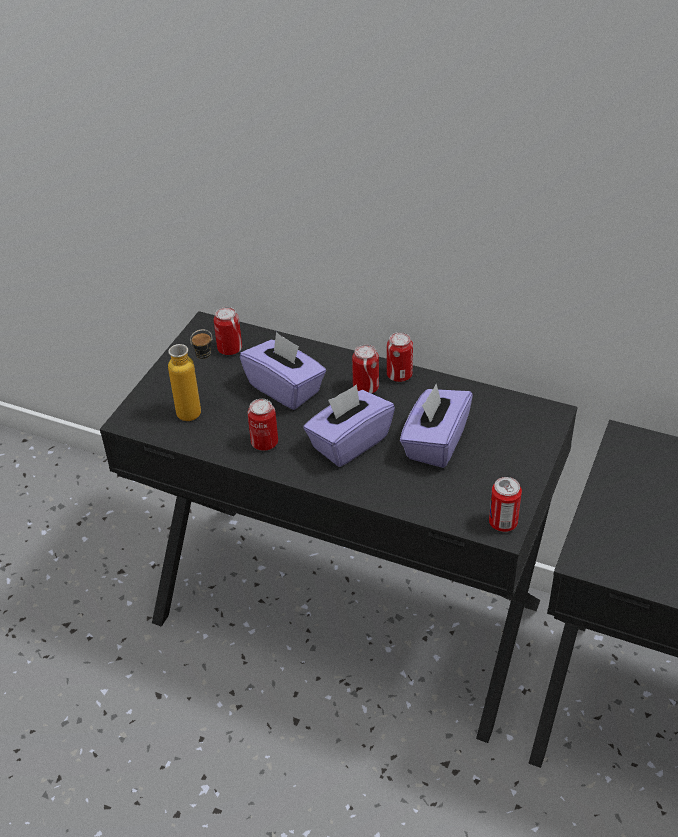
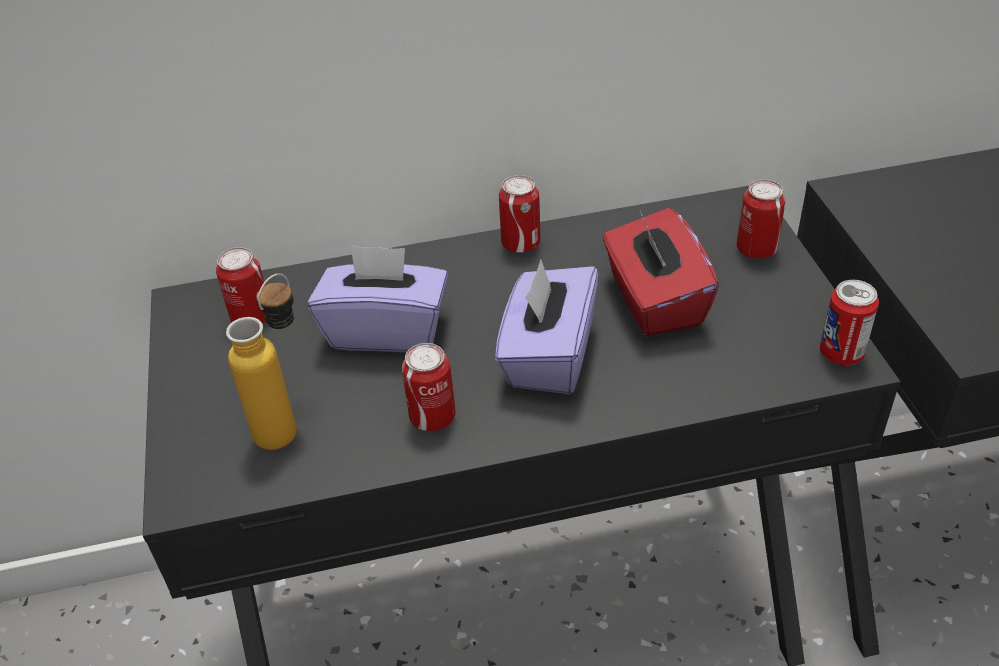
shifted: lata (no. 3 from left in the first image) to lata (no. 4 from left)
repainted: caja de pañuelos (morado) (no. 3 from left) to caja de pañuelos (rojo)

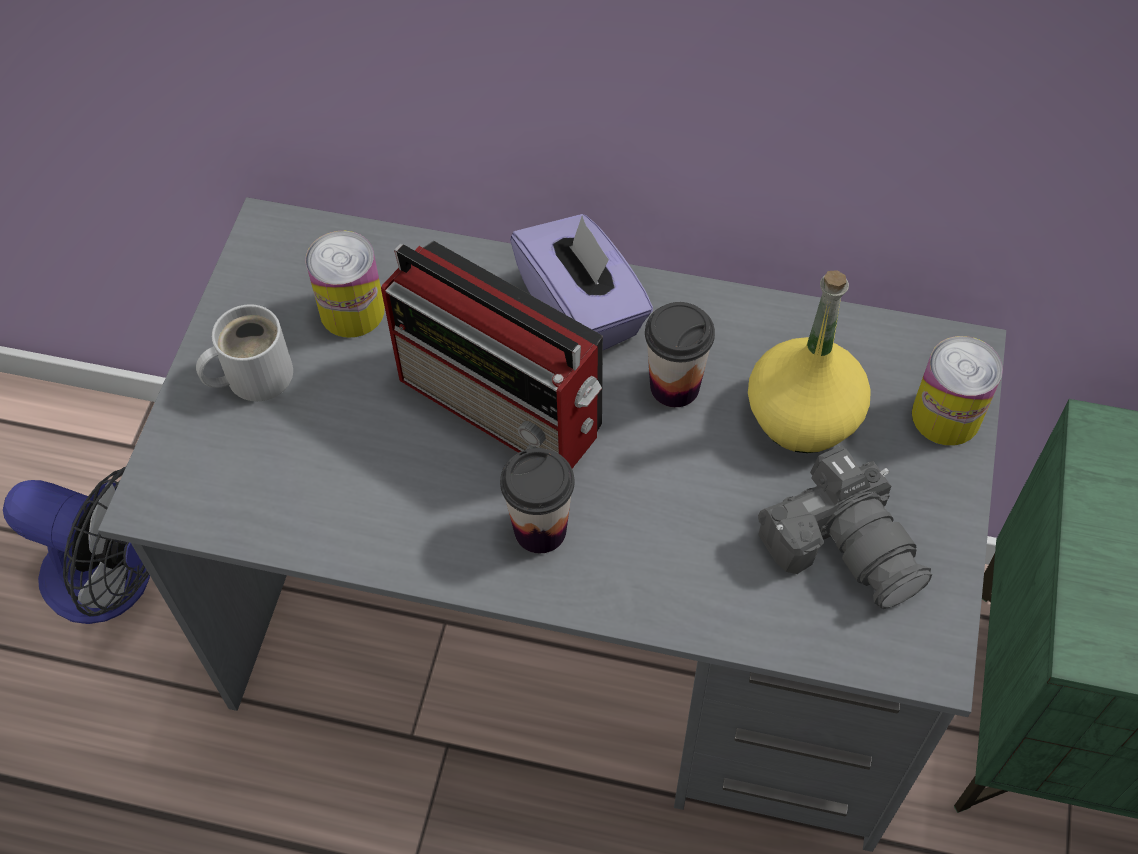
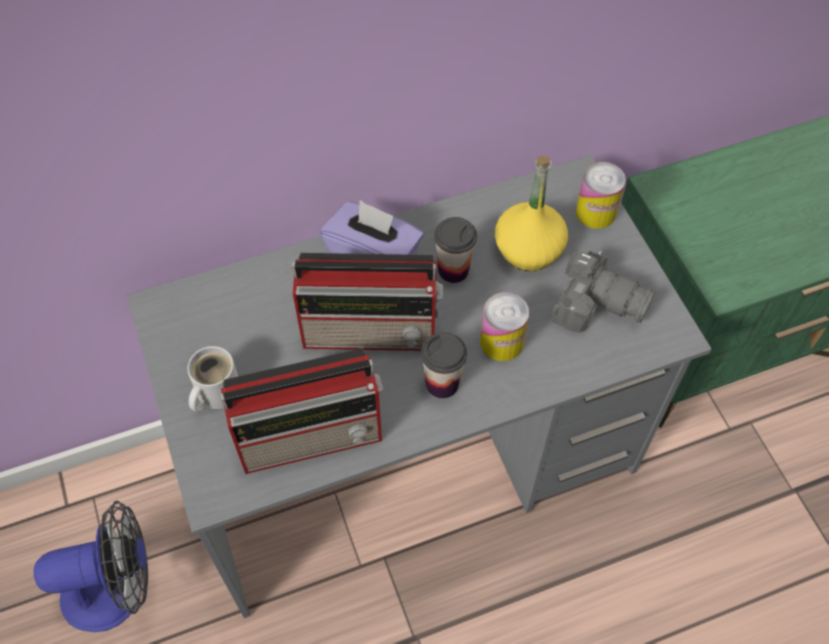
new: radio (no. 1 from left)
shifted: lata (no. 1 from left)

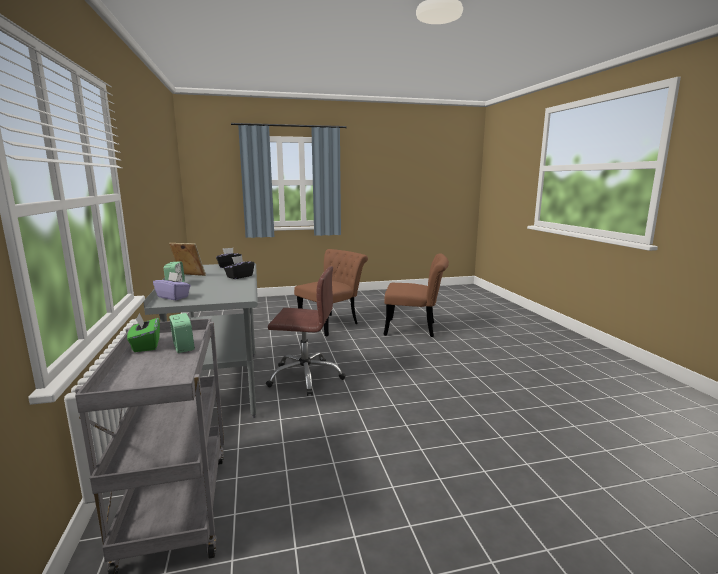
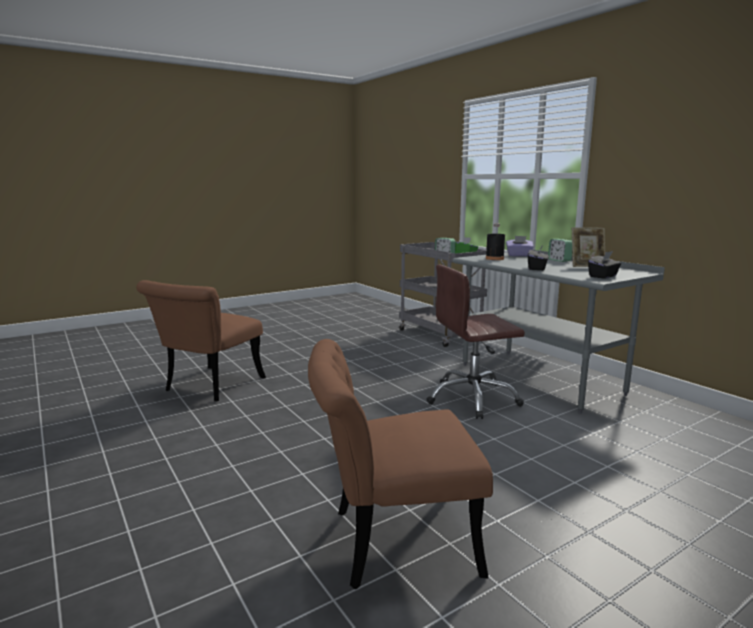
new: botella (negro)
shifted: silla (marrón) (no. 1 from left)

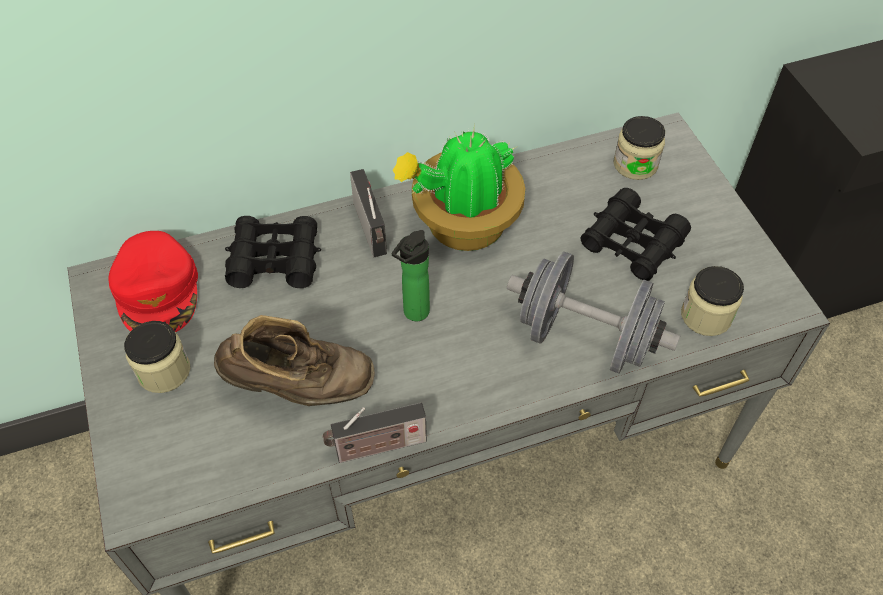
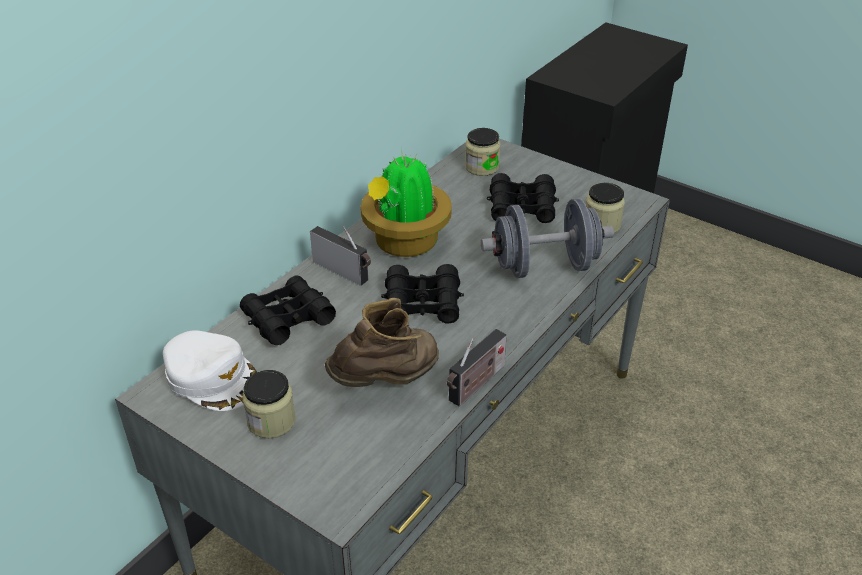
swapped: botella to prismáticos (negro) (no. 2 from left)
repainted: gorra (rojo) to gorra (blanco)

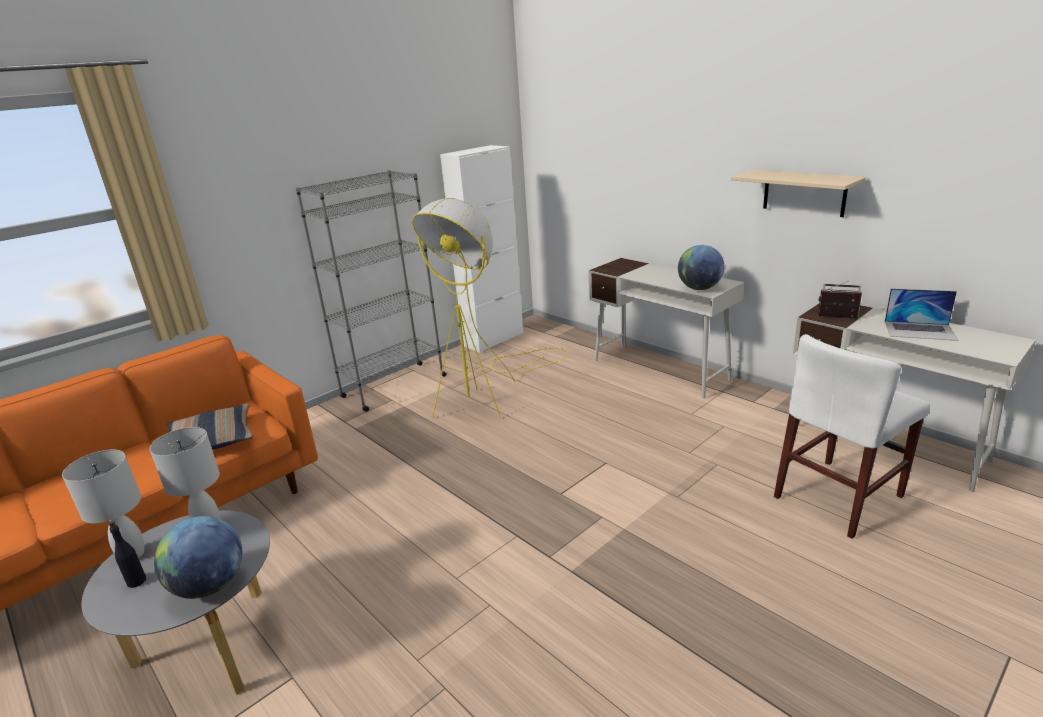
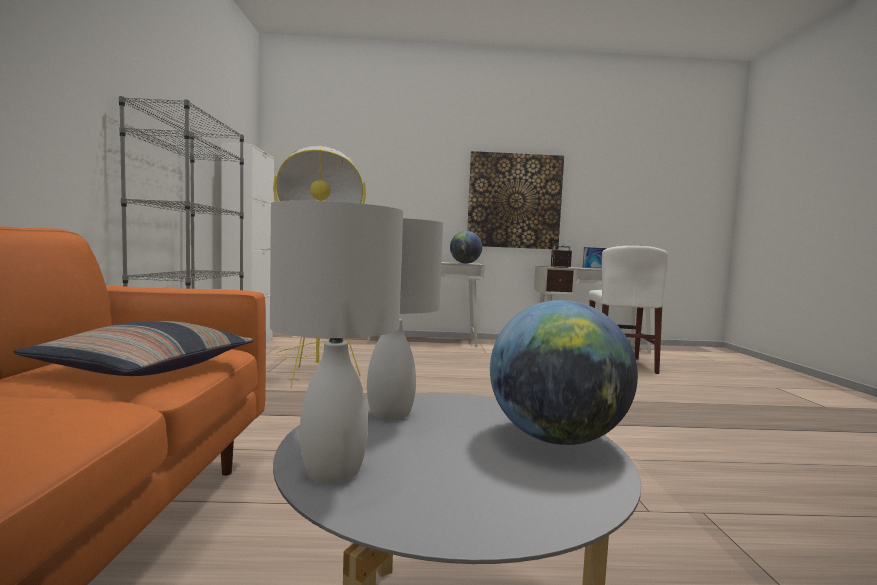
gone: botella (negro)
swapped: estante (beis) to cuadro

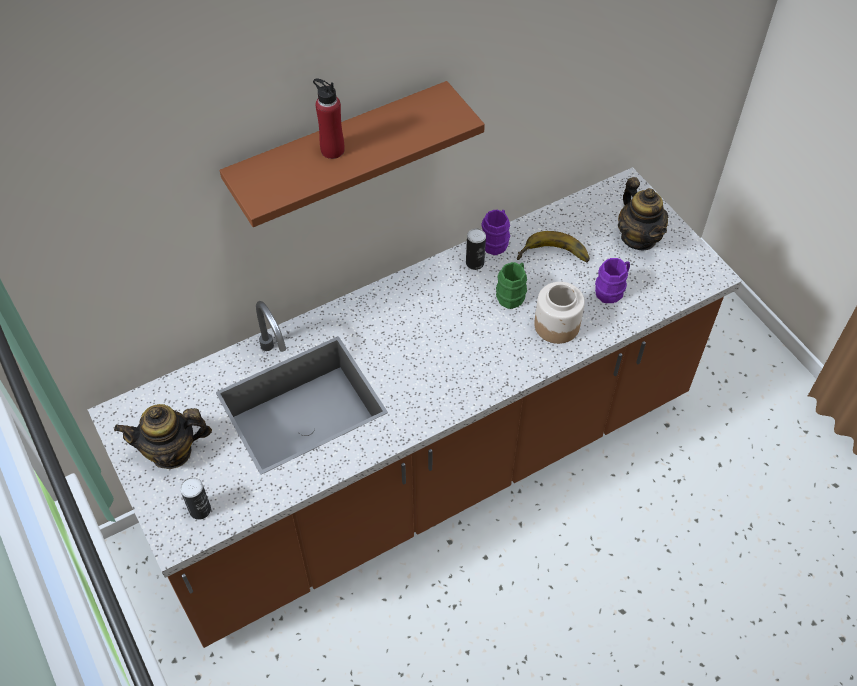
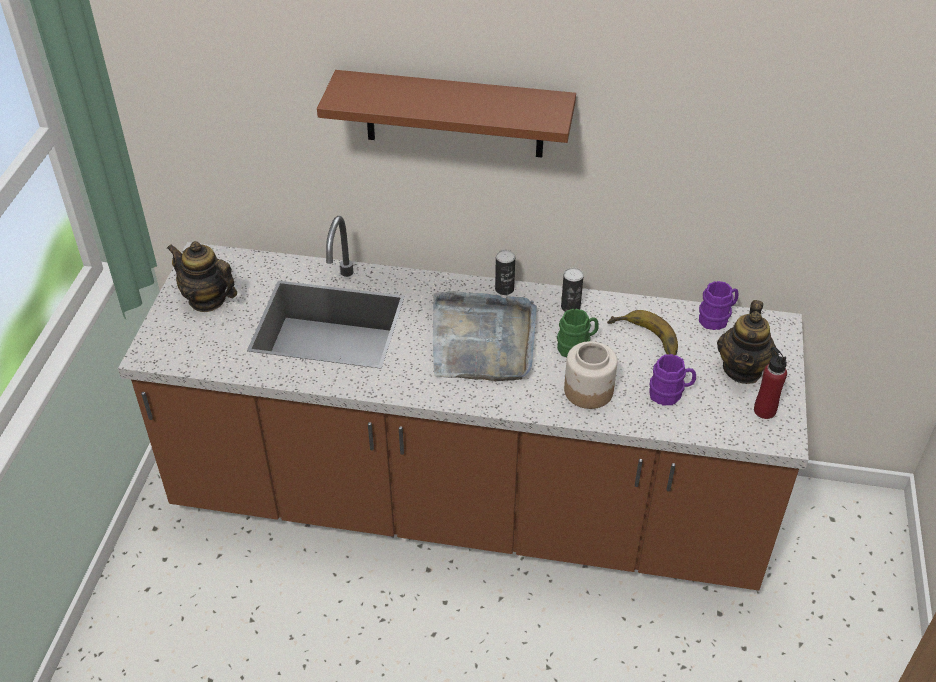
new: bandeja (gris)
shifted: botella (rojo); taza grande (morado) (no. 1 from left in the first image) to taza grande (morado) (no. 2 from left); lata (no. 1 from left)

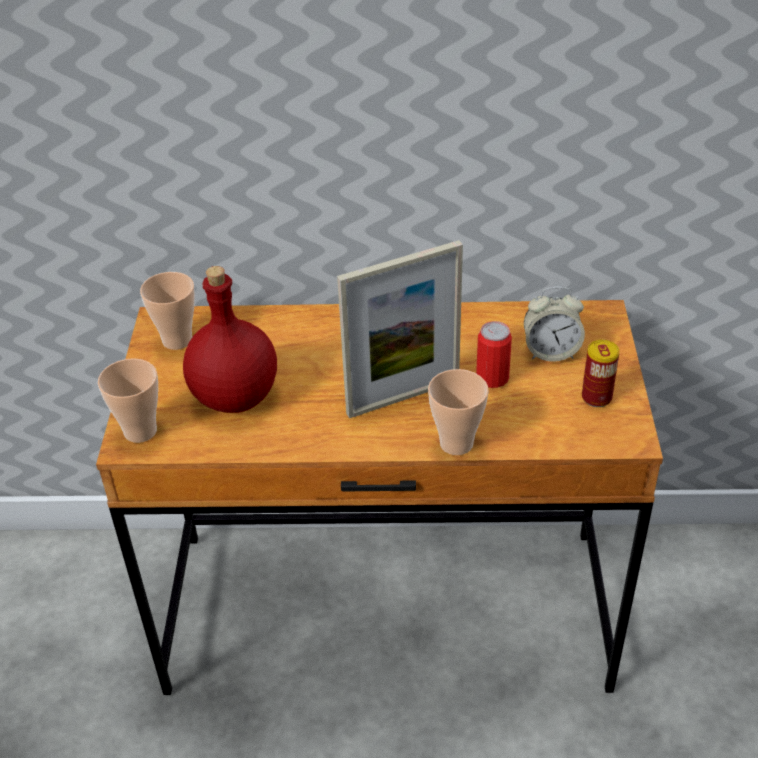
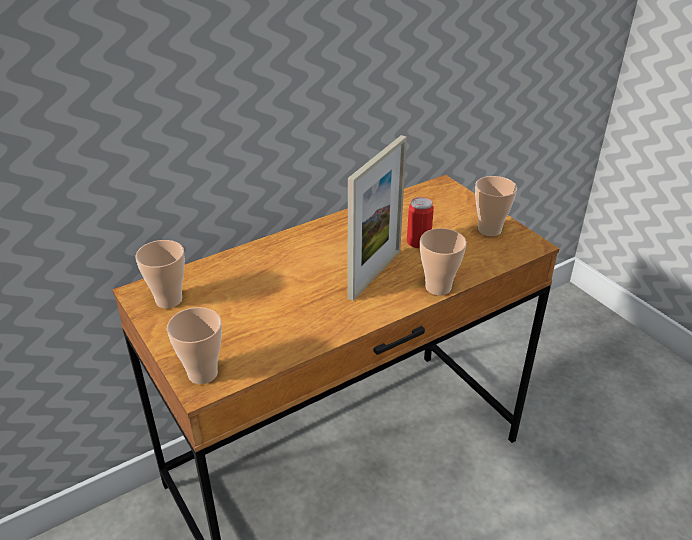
gone: botella (rojo); despertador
swapped: lata (no. 2 from left) to taza (no. 4 from left)

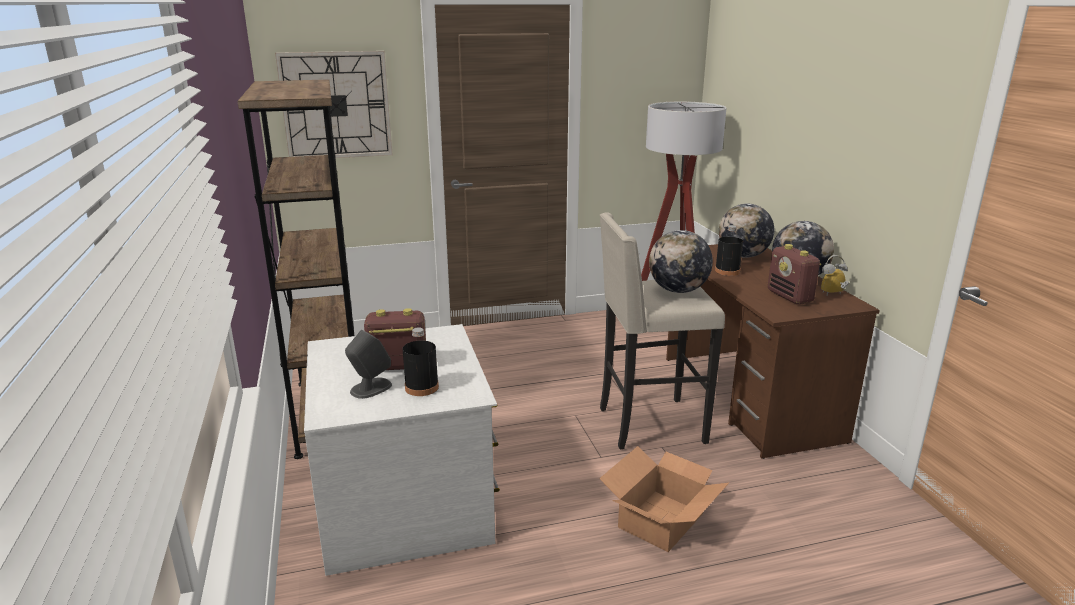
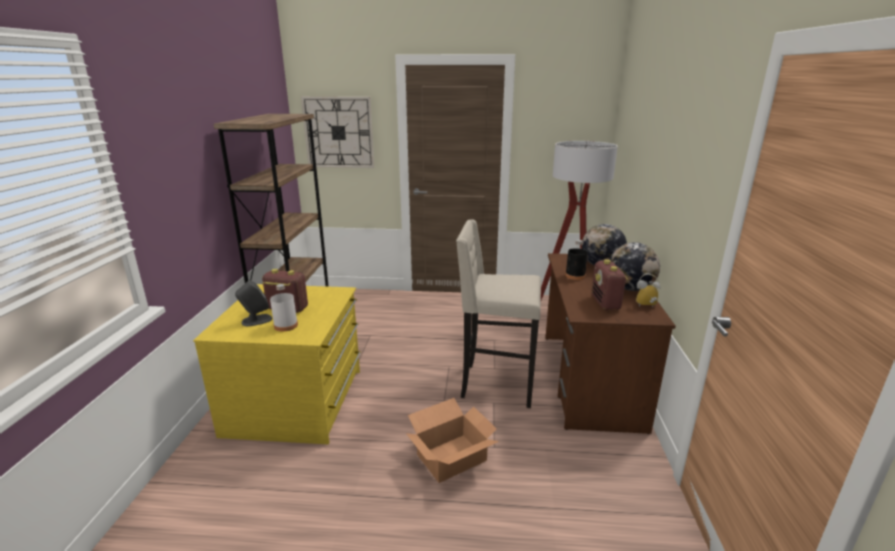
gone: globo terráqueo (no. 1 from left)
repainted: cómoda (blanco) to cómoda (amarillo); botella (negro) (no. 1 from left) to botella (blanco)

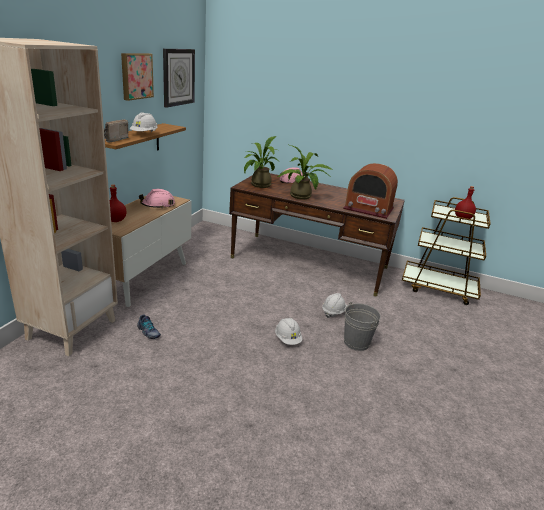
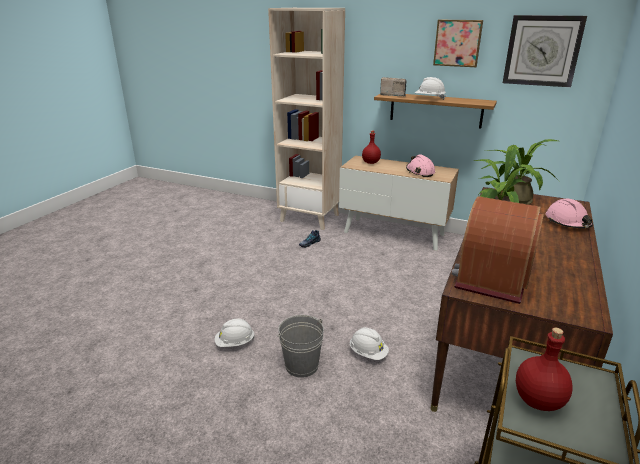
shifted: casco (blanco) (no. 2 from left in the first image) to casco (blanco) (no. 1 from left)

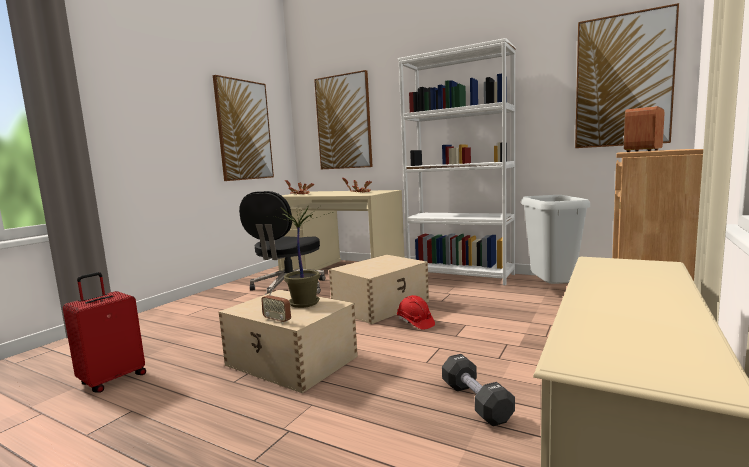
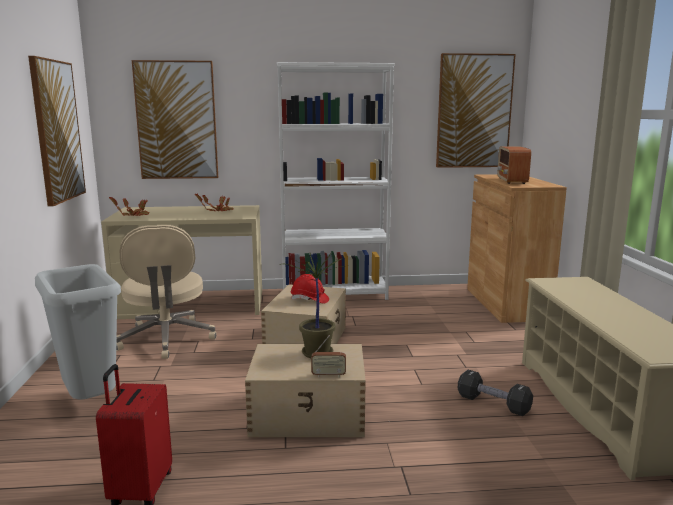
shifted: papelera (gris); casco (rojo)
repainted: silla de oficina (negro) to silla de oficina (beis)

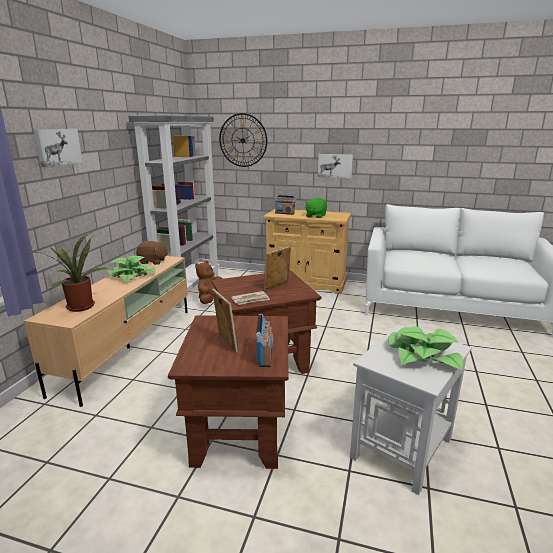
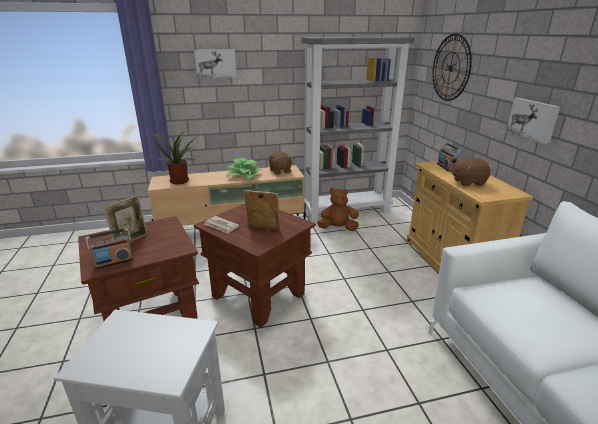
gone: planta en maceta (no. 3 from left)
repainted: peluche (verde) to peluche (marrón) (no. 3 from left)

